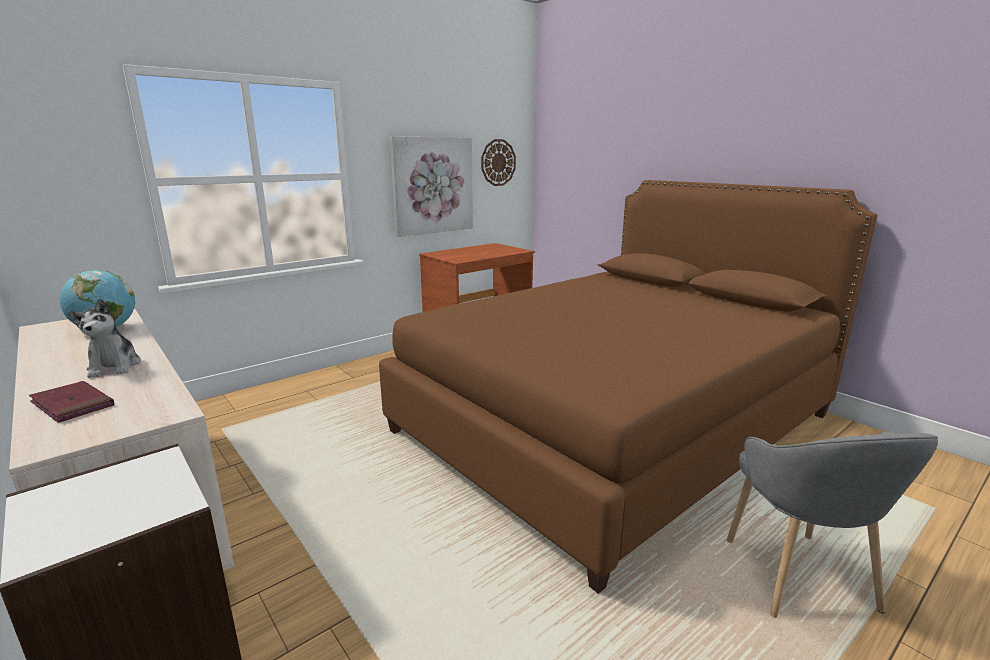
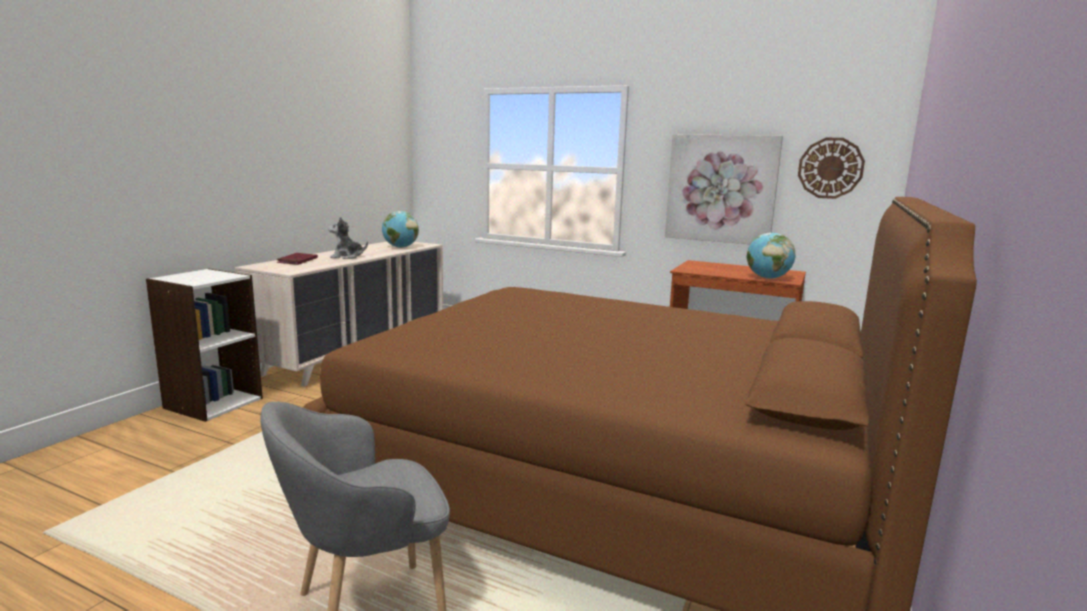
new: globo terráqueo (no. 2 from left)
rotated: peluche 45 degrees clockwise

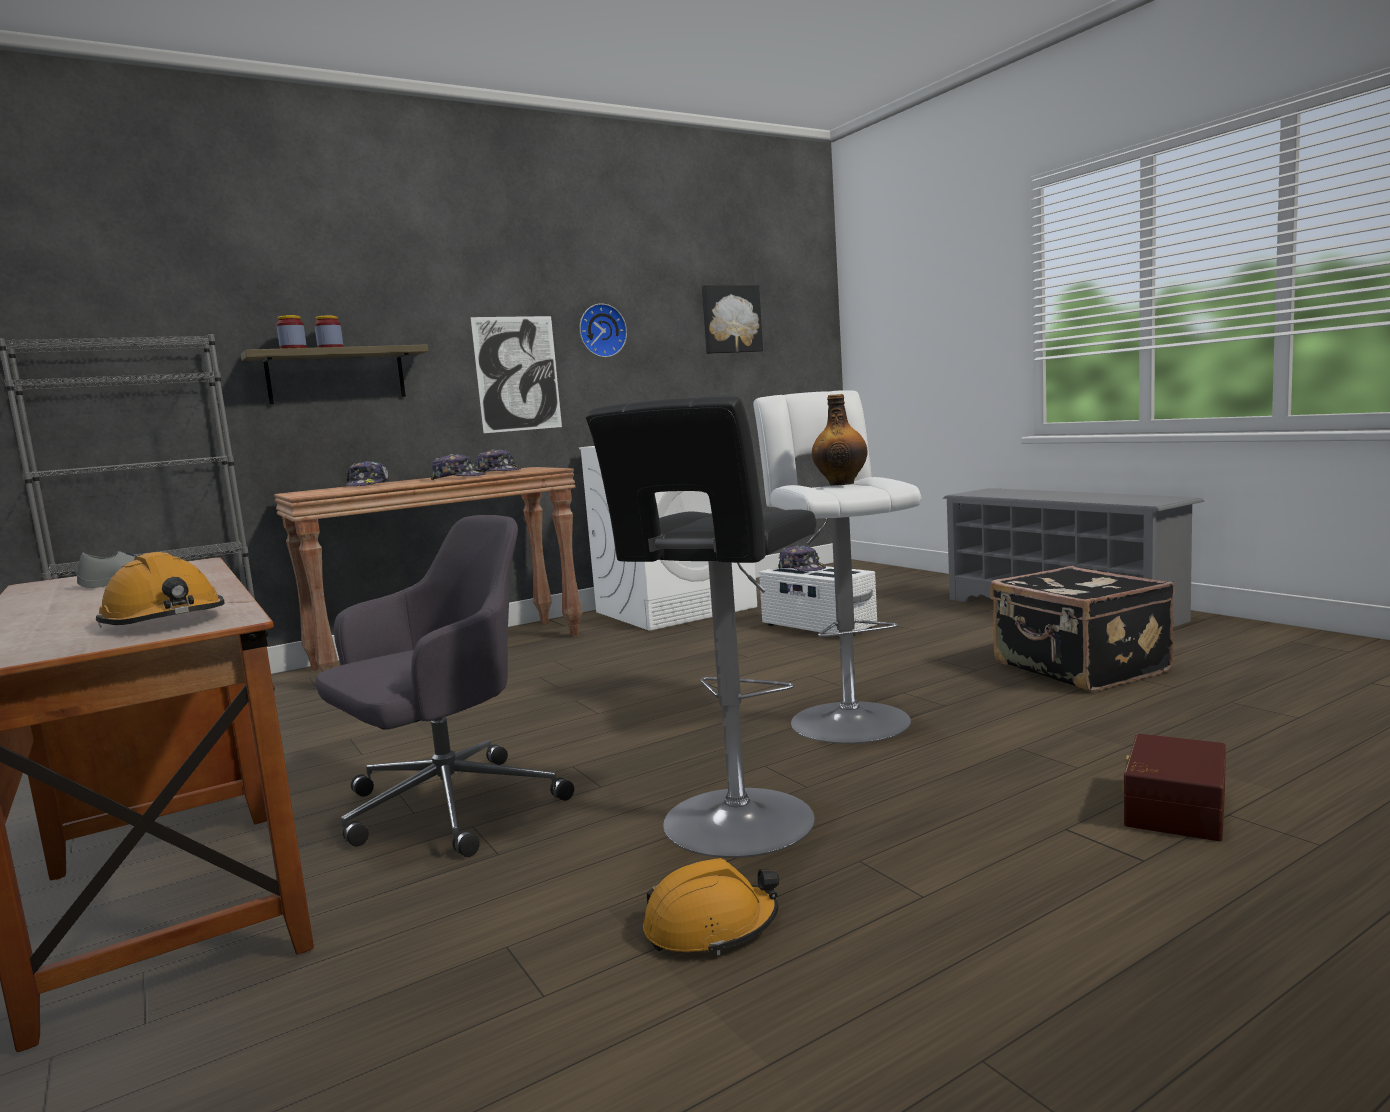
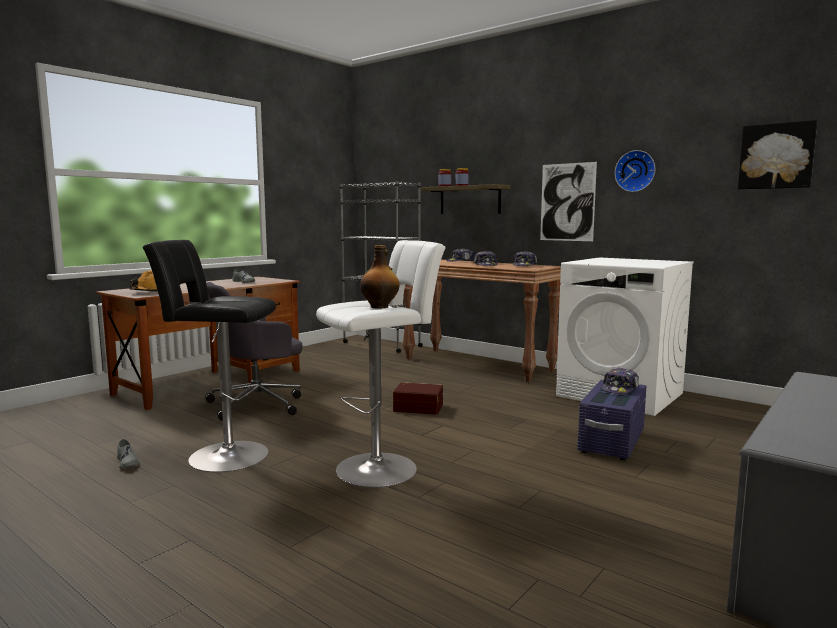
gone: maleta (negro)
shifted: caja de almacenaje (marrón)
swapped: casco (naranja) (no. 2 from left) to zapato (gris) (no. 1 from left)
repainted: caja de almacenaje (blanco) to caja de almacenaje (morado)
rotated: silla de oficina (gris) 120 degrees clockwise

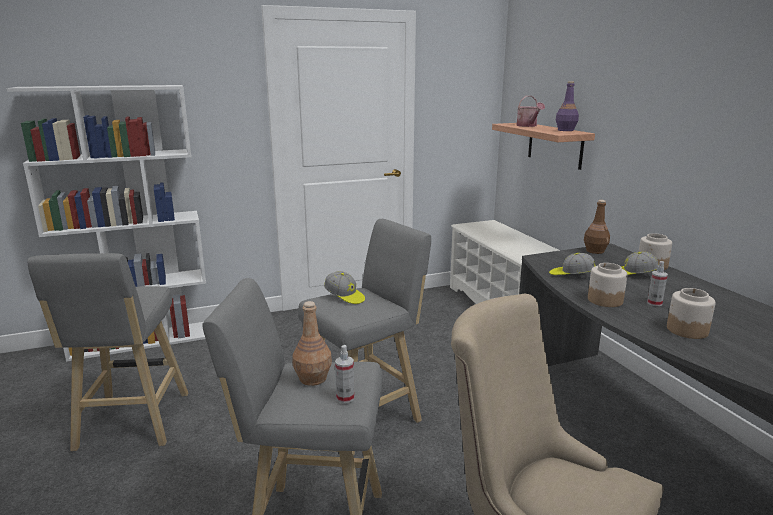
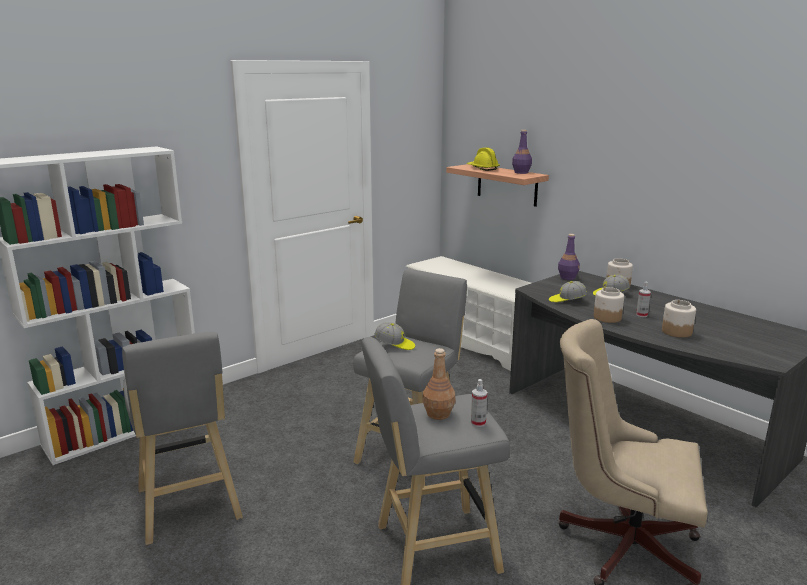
swapped: regadera to casco (amarillo)
repainted: botella (marrón) (no. 2 from left) to botella (morado) (no. 2 from left)

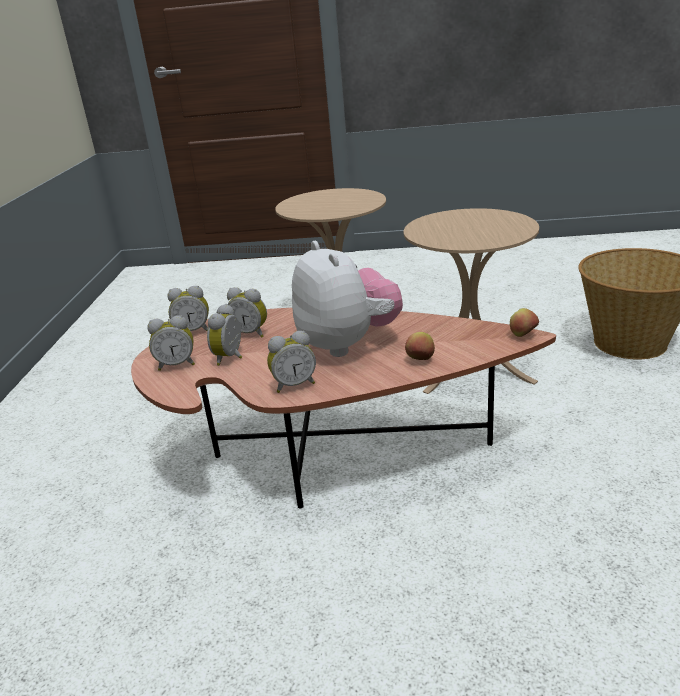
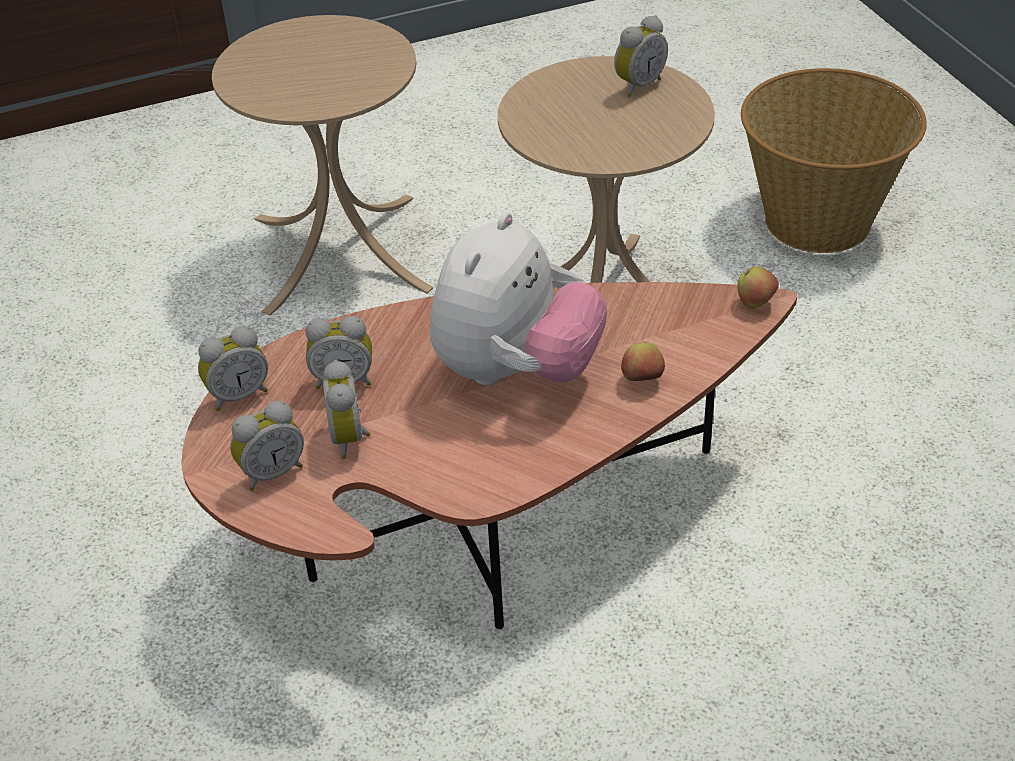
shifted: despertador (no. 5 from left)
rotated: peluche 75 degrees clockwise

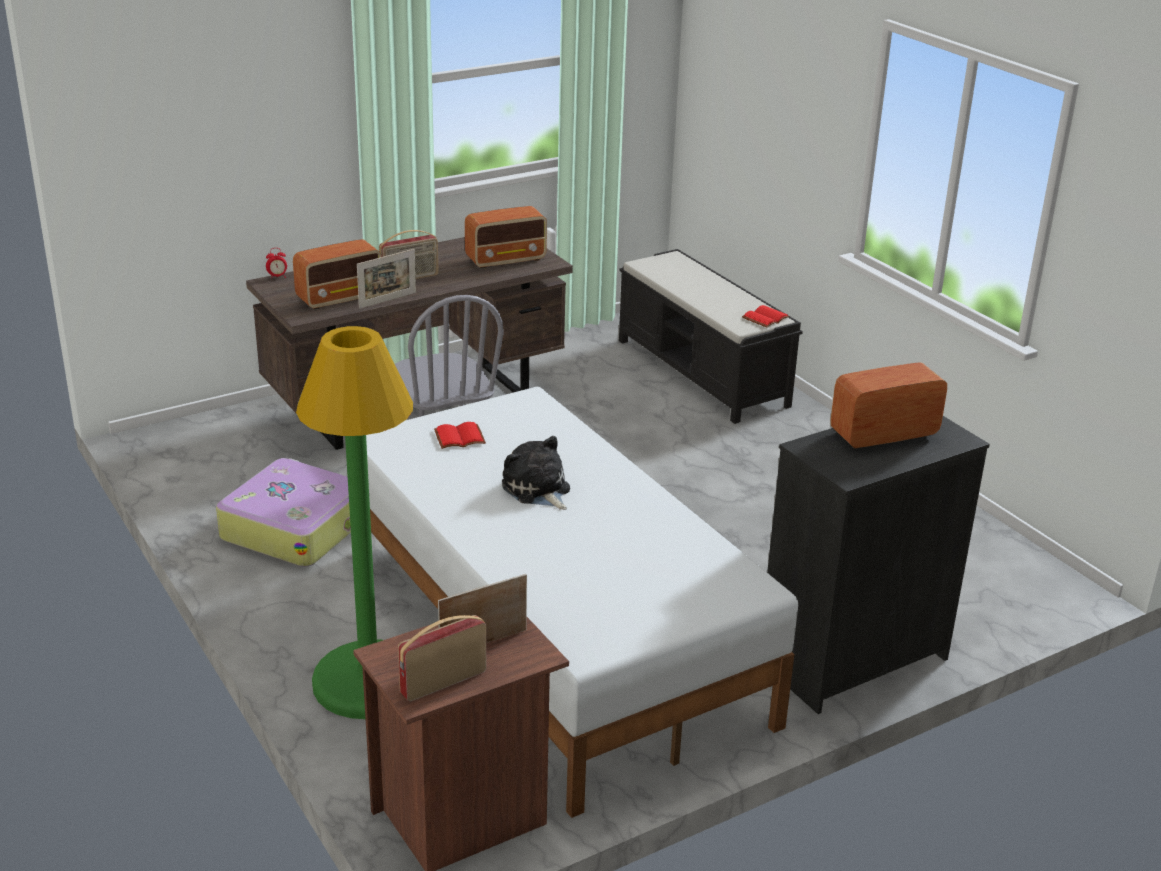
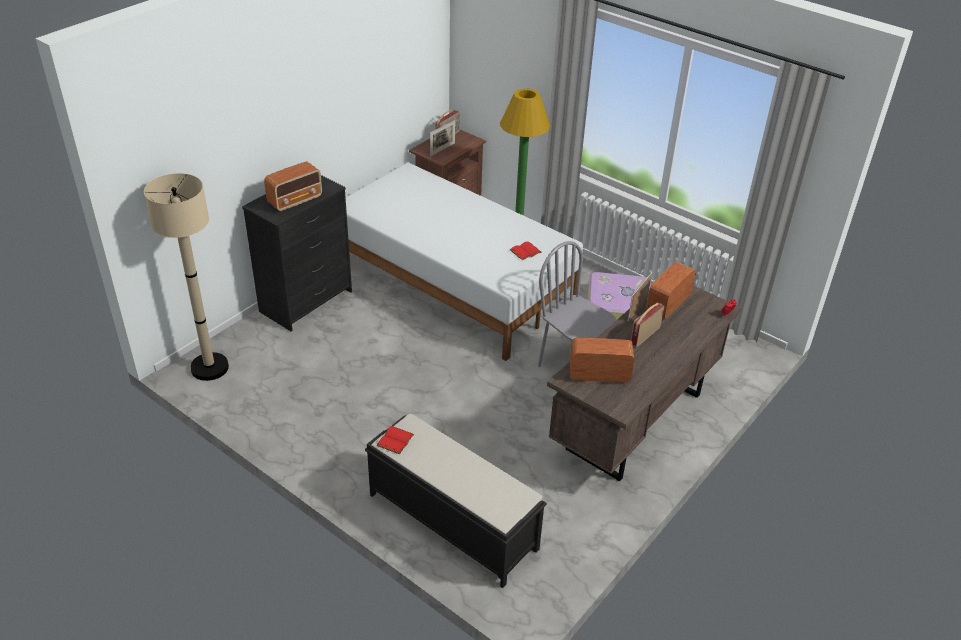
gone: peluche
new: lámpara de pie (beis)
rotated: radio (no. 4 from left in the first image) 45 degrees clockwise

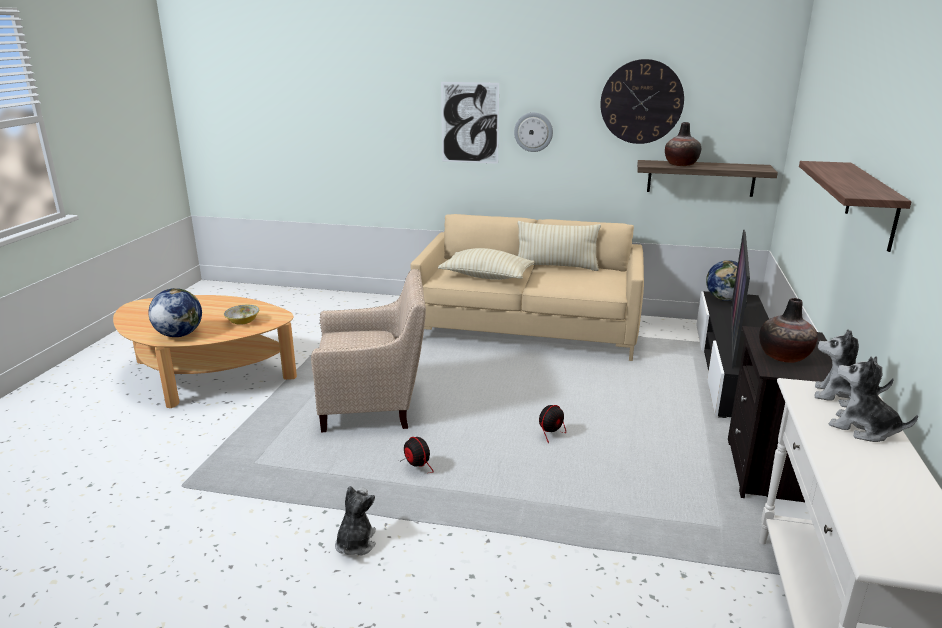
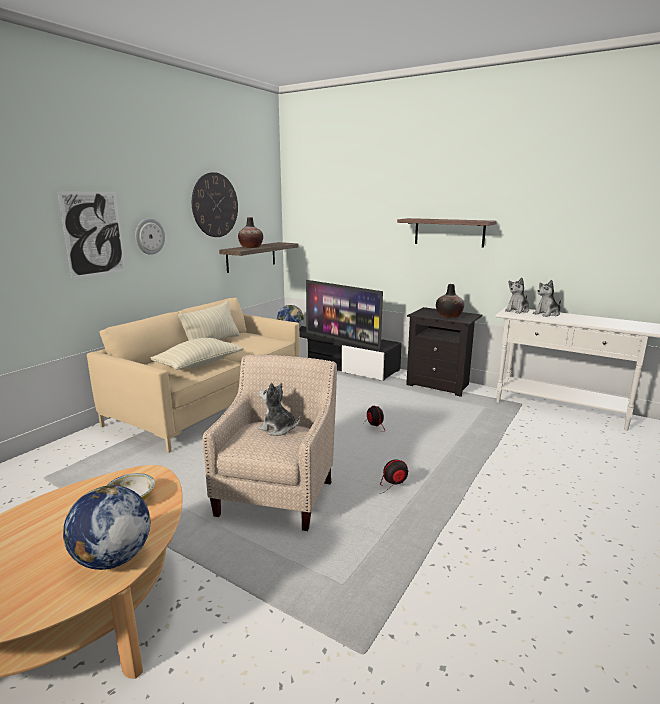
shifted: peluche (no. 1 from left)

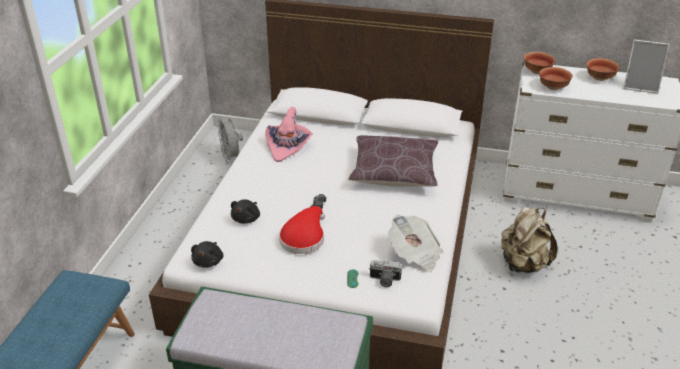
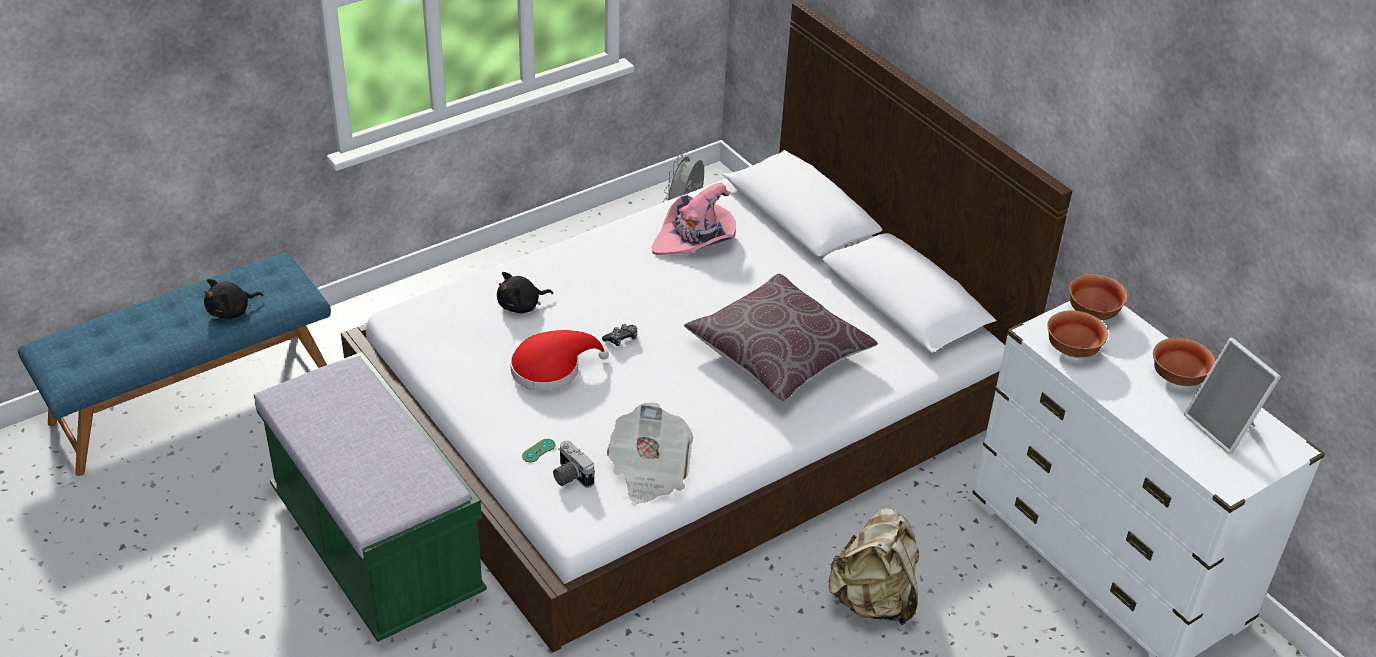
shifted: peluche (negro) (no. 1 from left)

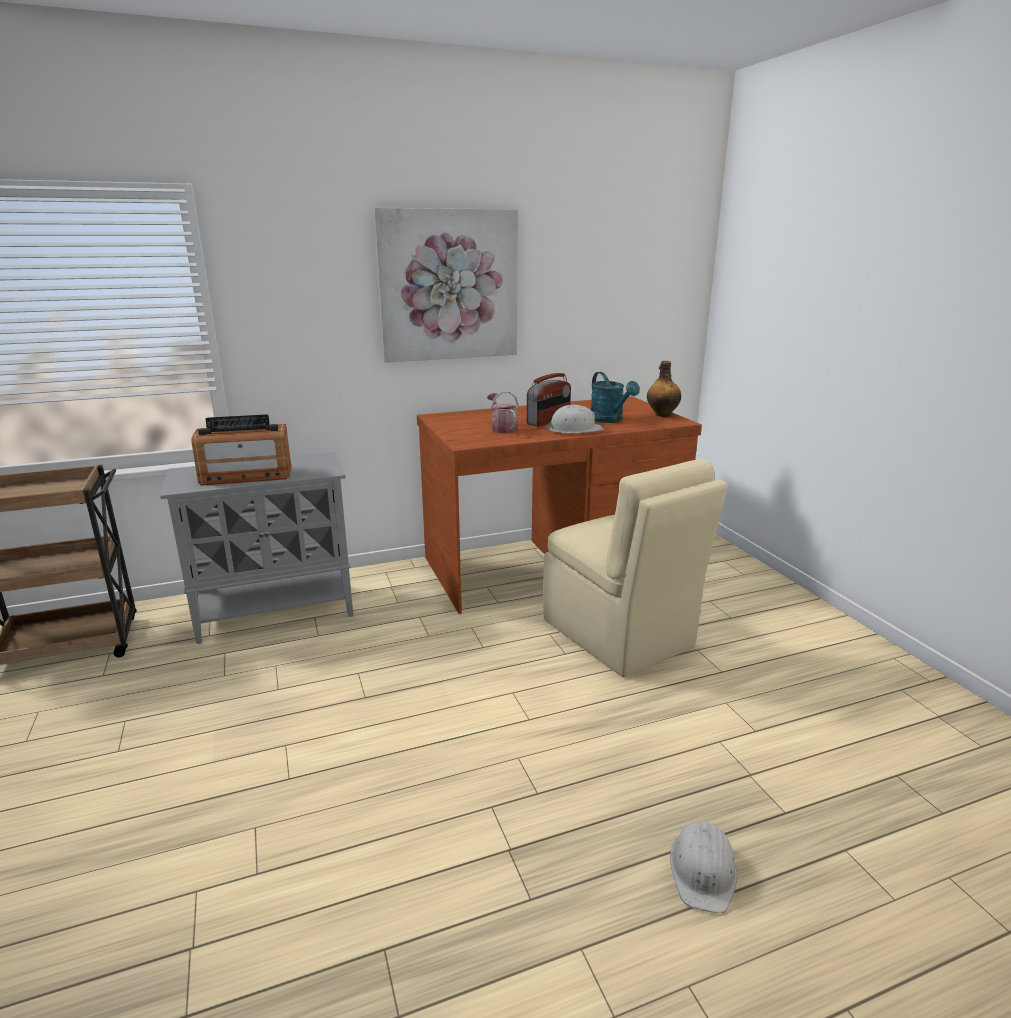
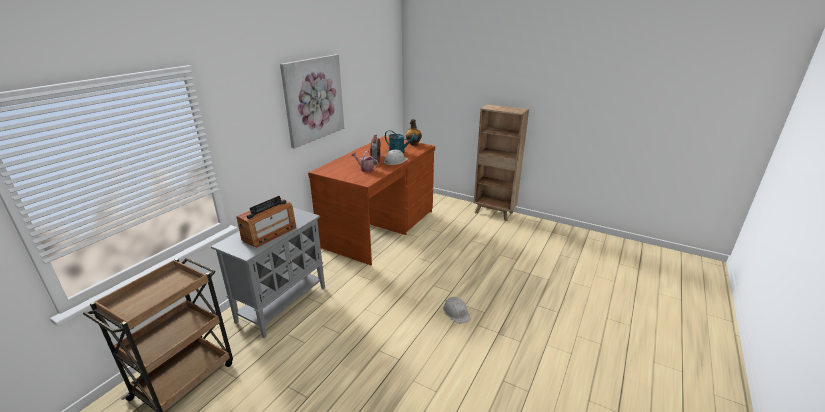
gone: silla (beis)
new: estantería (marrón)
shifted: casco (blanco) (no. 2 from left)

